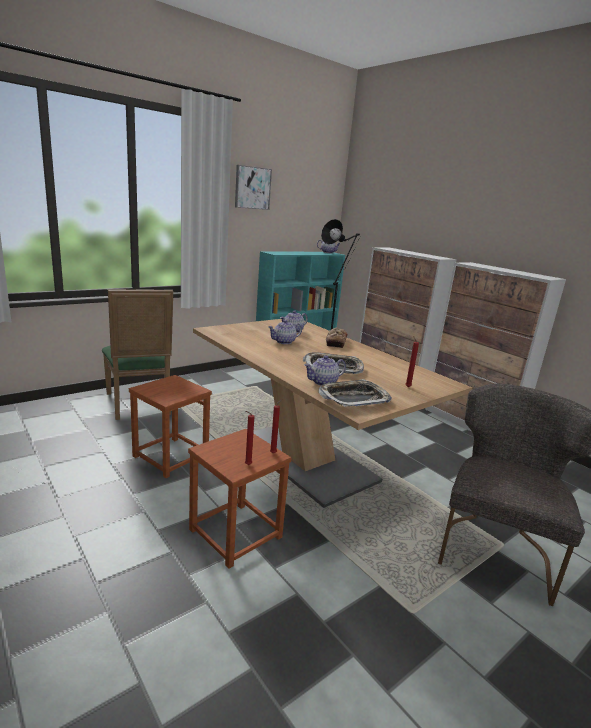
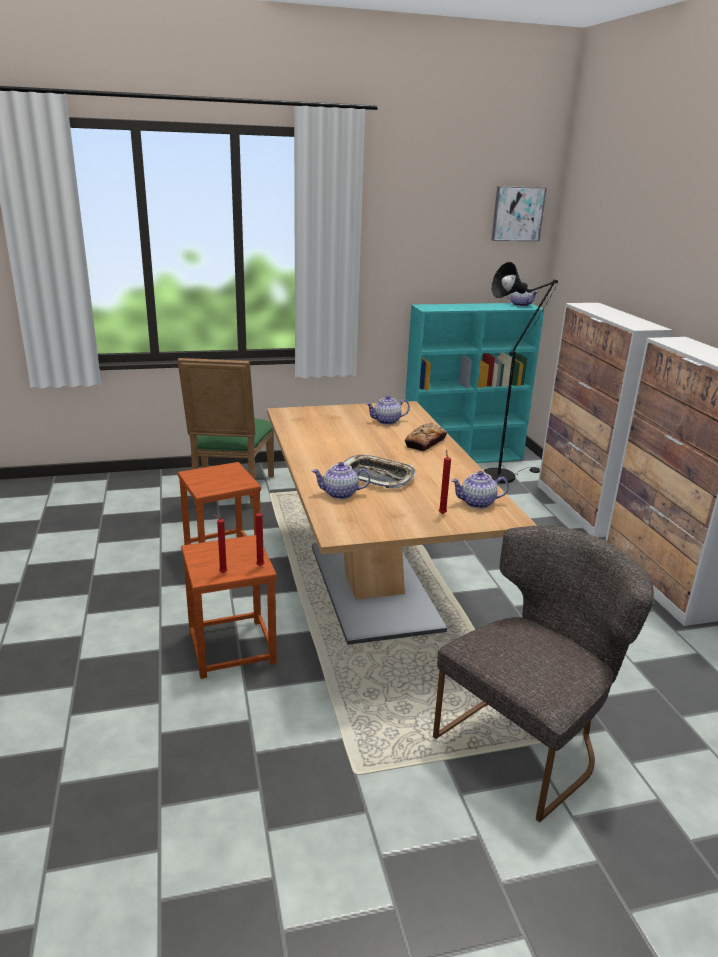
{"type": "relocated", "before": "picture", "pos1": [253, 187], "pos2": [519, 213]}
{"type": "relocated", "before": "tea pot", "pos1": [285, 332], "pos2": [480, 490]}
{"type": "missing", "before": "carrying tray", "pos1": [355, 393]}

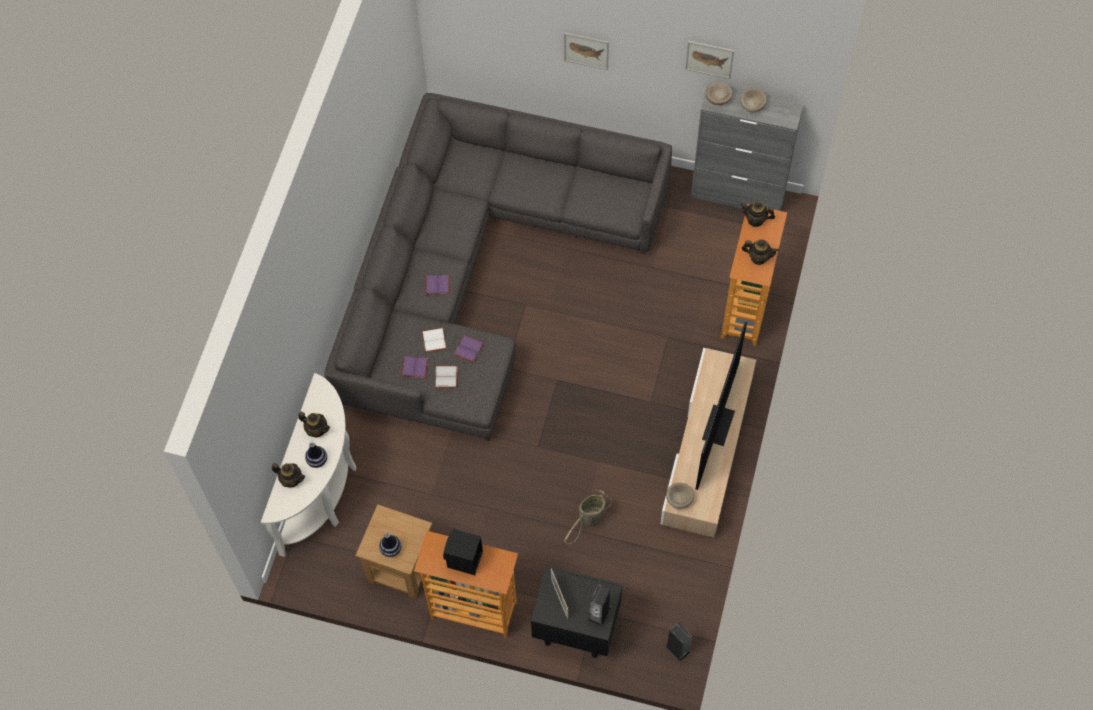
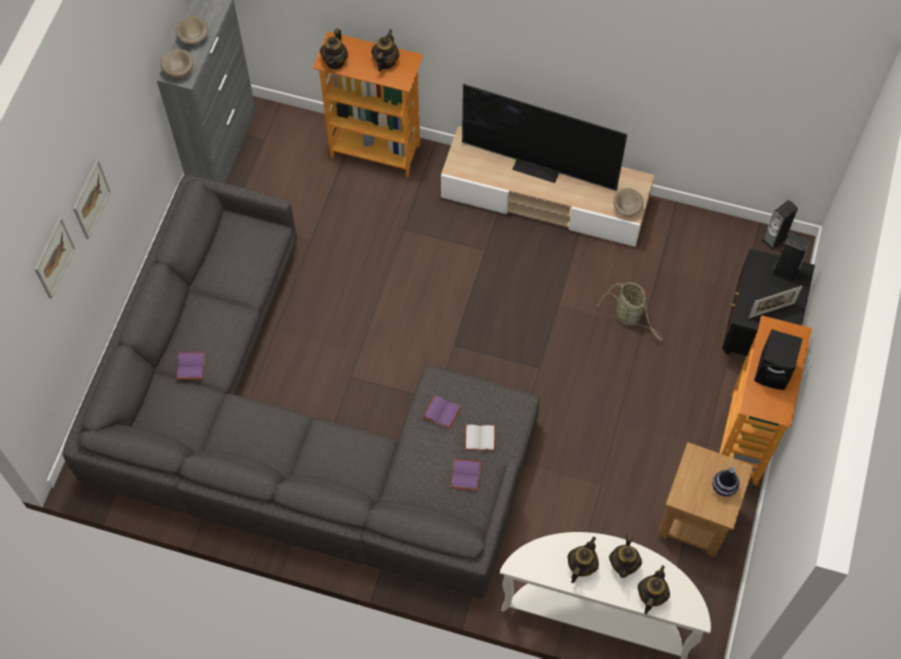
{"type": "relocated", "before": "picture", "pos1": [709, 60], "pos2": [54, 258]}
{"type": "relocated", "before": "purple-coloured book", "pos1": [437, 285], "pos2": [191, 366]}
{"type": "missing", "before": "white book", "pos1": [434, 340]}
{"type": "exchanged", "before": "decorative vase", "after": "tea pot", "pos1": [316, 455], "pos2": [625, 556]}

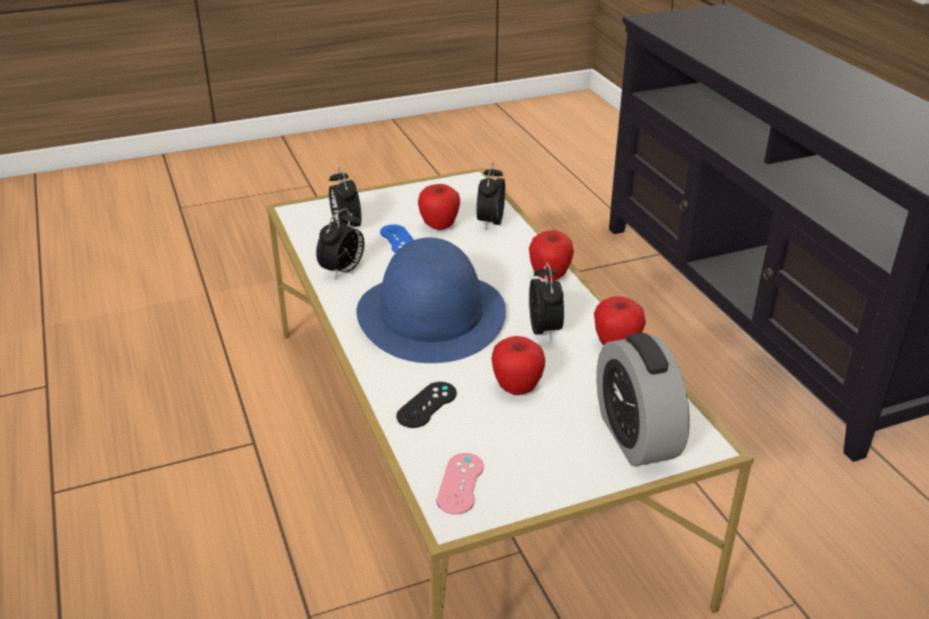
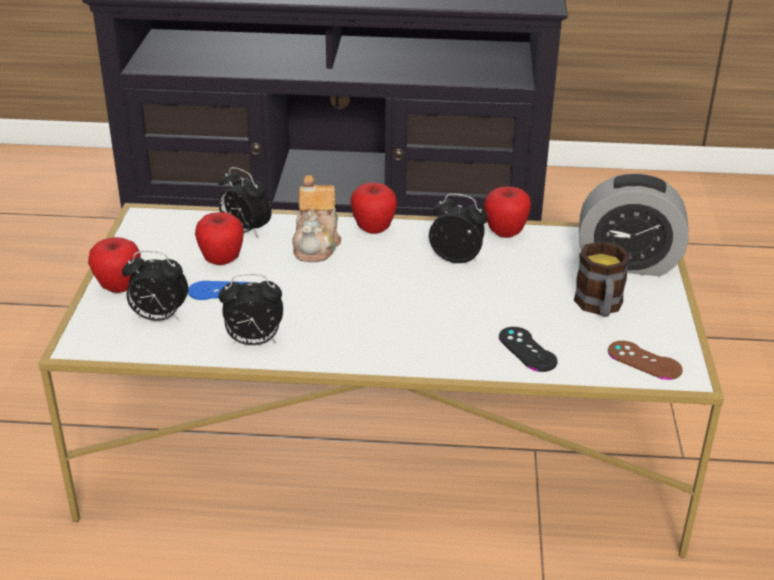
{"type": "spun", "before": "alarm clock", "pos1": [340, 244], "pos2": [251, 309], "turn": 120}
{"type": "missing", "before": "bluish hat", "pos1": [431, 300]}
{"type": "relocated", "before": "whole apple", "pos1": [518, 365], "pos2": [114, 265]}
{"type": "colour", "before": "pinkish joypad", "after": "brownish joypad", "pos1": [460, 484], "pos2": [645, 360]}
{"type": "appeared", "after": "tea pot", "pos2": [317, 218]}
{"type": "appeared", "after": "mug", "pos2": [602, 279]}

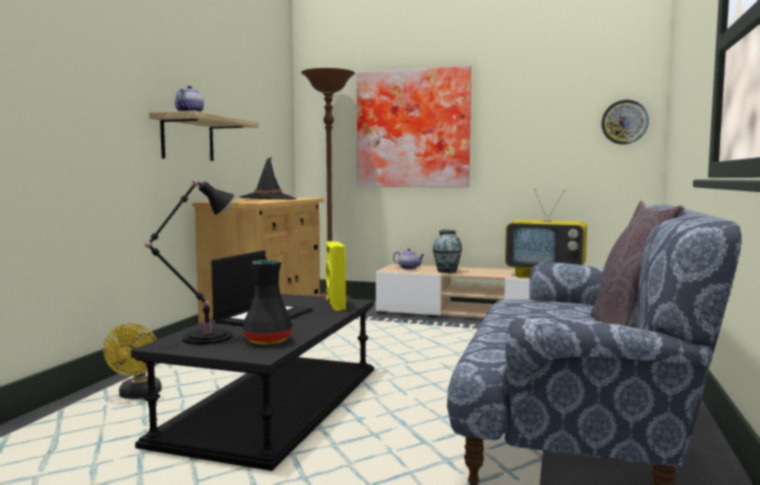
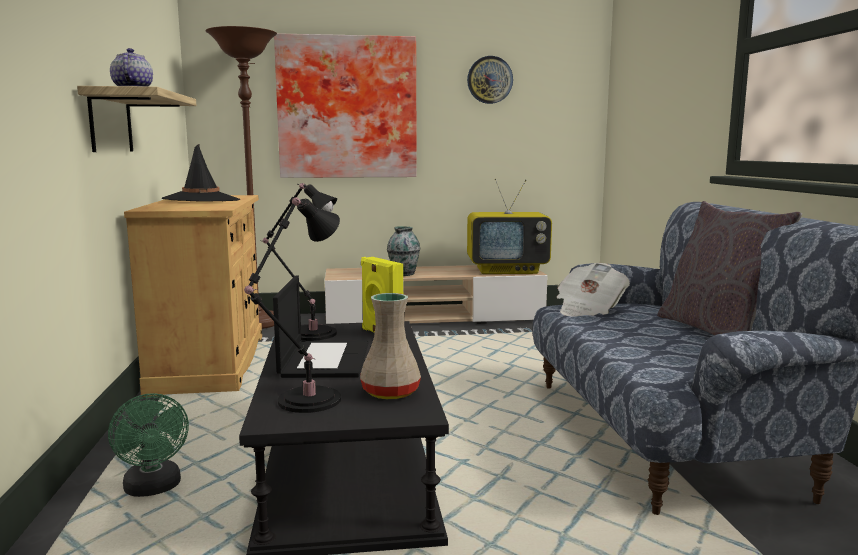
{"type": "relocated", "before": "wall clock", "pos1": [625, 122], "pos2": [490, 80]}
{"type": "missing", "before": "tea pot", "pos1": [409, 258]}
{"type": "colour", "before": "black decorative vase", "after": "beige decorative vase", "pos1": [267, 302], "pos2": [390, 346]}
{"type": "colour", "before": "yellow-coloured cooling fan", "after": "green cooling fan", "pos1": [132, 361], "pos2": [148, 445]}
{"type": "appeared", "after": "black lamp for a table", "pos2": [300, 262]}
{"type": "appeared", "after": "newspaper", "pos2": [593, 290]}

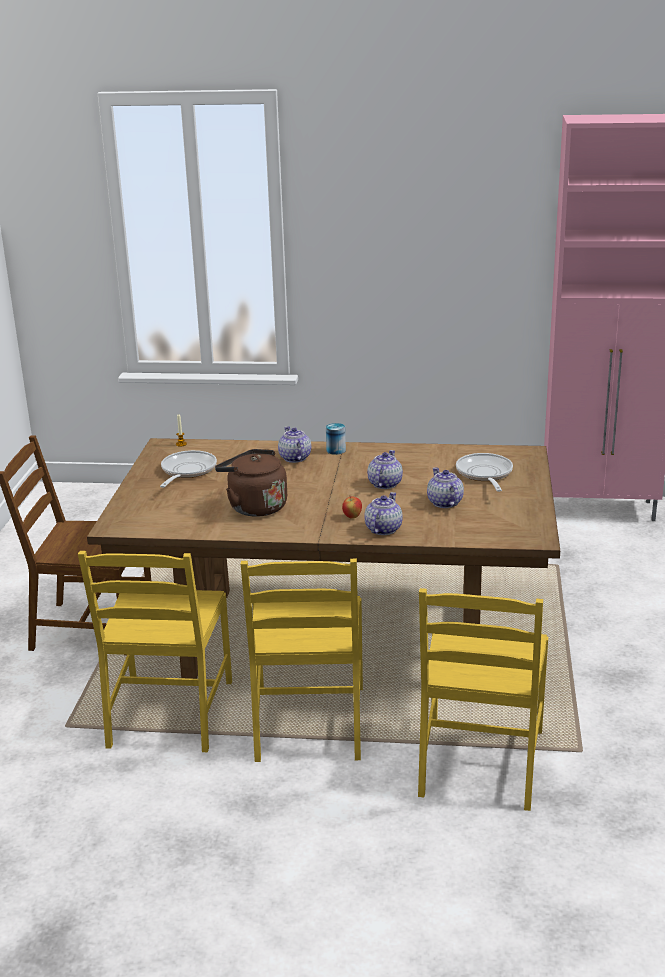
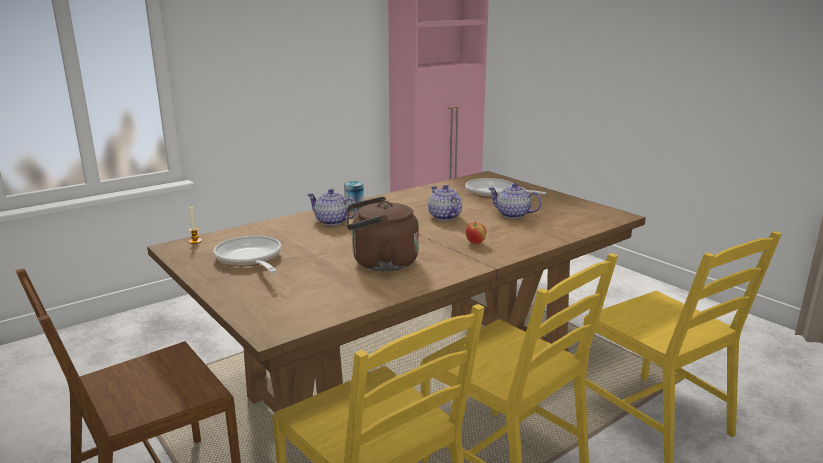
{"type": "missing", "before": "tea pot", "pos1": [383, 513]}

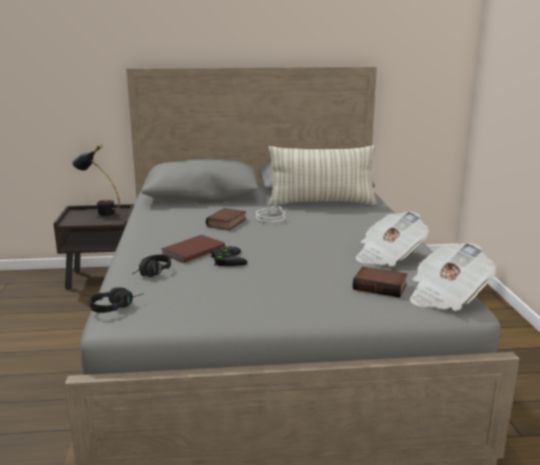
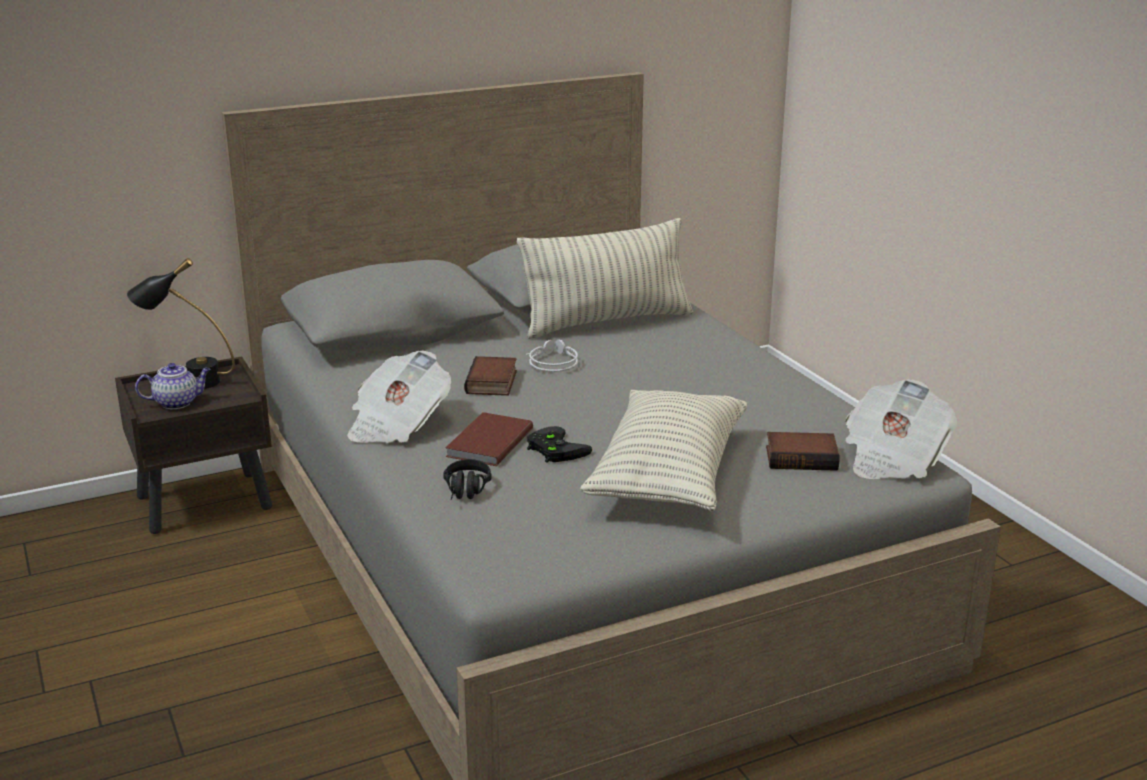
{"type": "relocated", "before": "newspaper", "pos1": [392, 238], "pos2": [399, 397]}
{"type": "missing", "before": "black pair of headphones", "pos1": [117, 300]}
{"type": "appeared", "after": "tea pot", "pos2": [173, 386]}
{"type": "appeared", "after": "cushion", "pos2": [663, 450]}

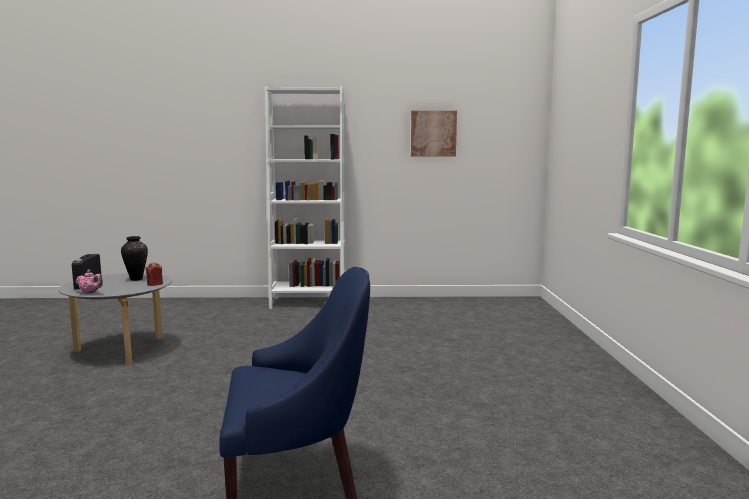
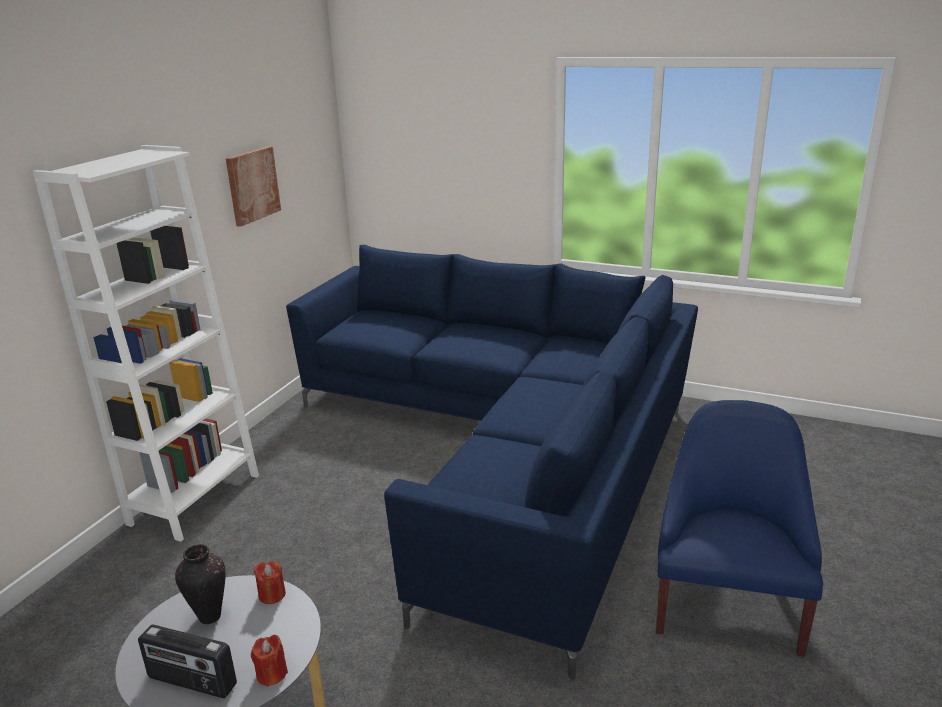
{"type": "exchanged", "before": "pinkish tea pot", "after": "red wax light", "pos1": [89, 281], "pos2": [269, 661]}
{"type": "appeared", "after": "bluish settee", "pos2": [492, 462]}

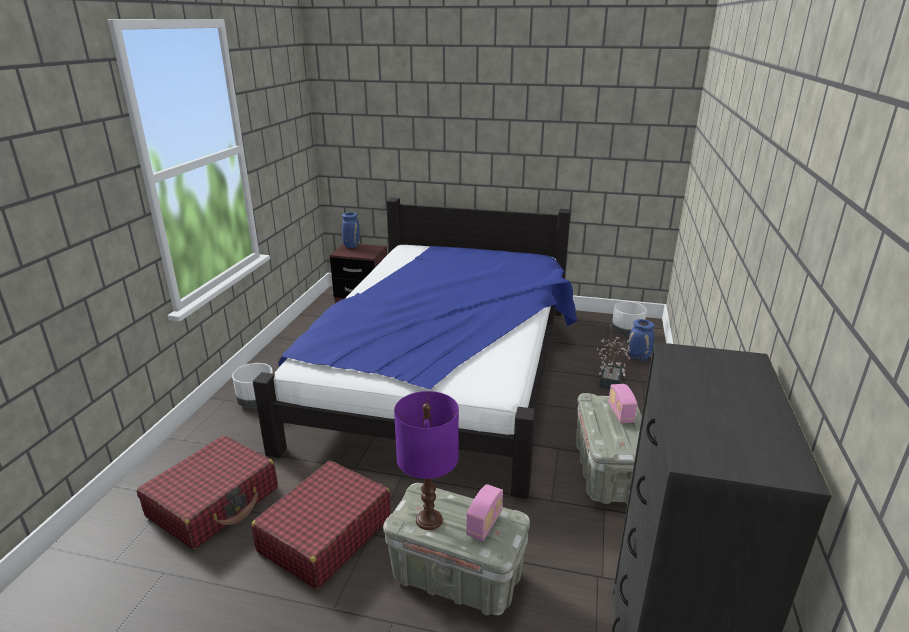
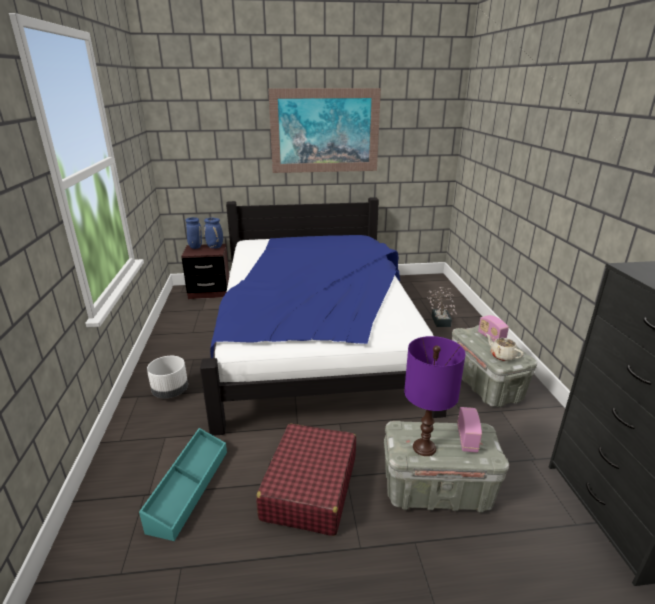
{"type": "missing", "before": "white planter", "pos1": [629, 319]}
{"type": "relocated", "before": "bluish decorative vase", "pos1": [641, 340], "pos2": [213, 233]}
{"type": "exchanged", "before": "red suitcase", "after": "turquoise-coloured storage box", "pos1": [207, 492], "pos2": [183, 484]}
{"type": "appeared", "after": "picture", "pos2": [324, 130]}
{"type": "appeared", "after": "beige tea pot", "pos2": [505, 347]}

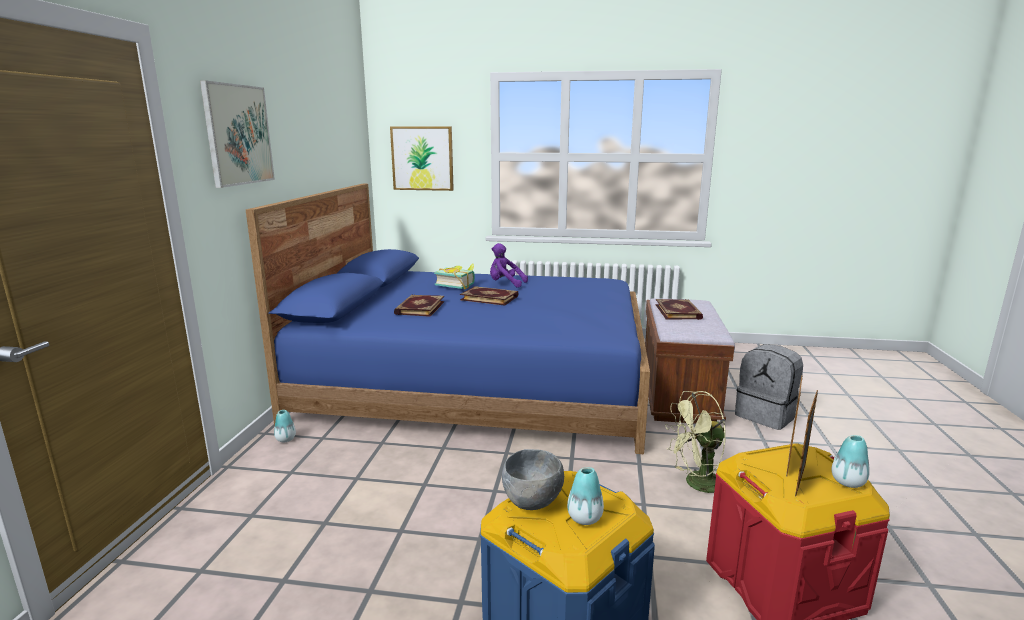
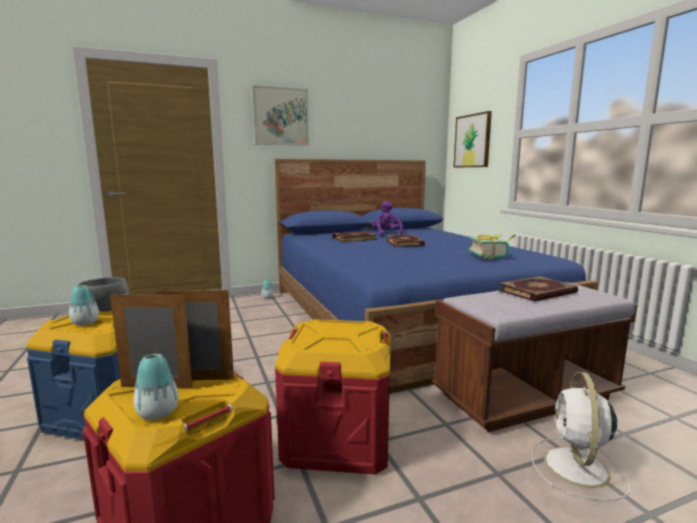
{"type": "relocated", "before": "purple-coloured cuddly toy", "pos1": [509, 265], "pos2": [387, 218]}
{"type": "relocated", "before": "book", "pos1": [454, 276], "pos2": [492, 247]}
{"type": "exchanged", "before": "greyish rucksack", "after": "white cooling fan", "pos1": [769, 387], "pos2": [580, 436]}
{"type": "exchanged", "before": "green cooling fan", "after": "red storage box", "pos1": [695, 442], "pos2": [333, 397]}

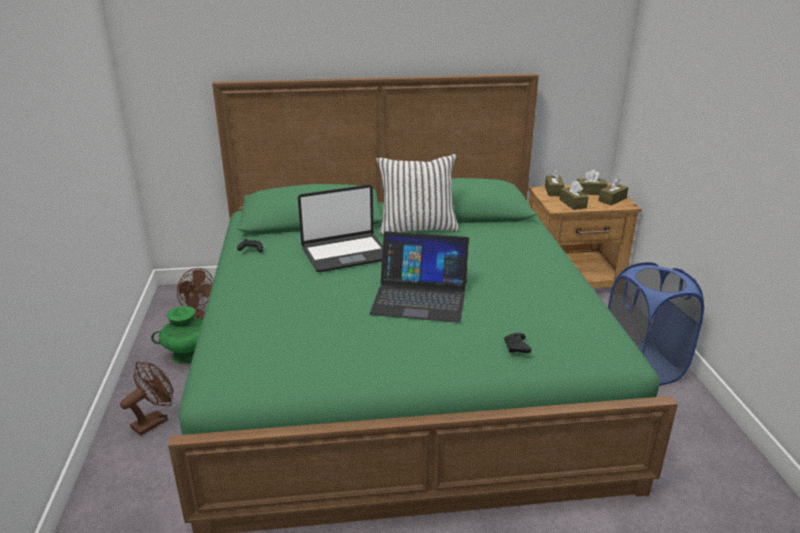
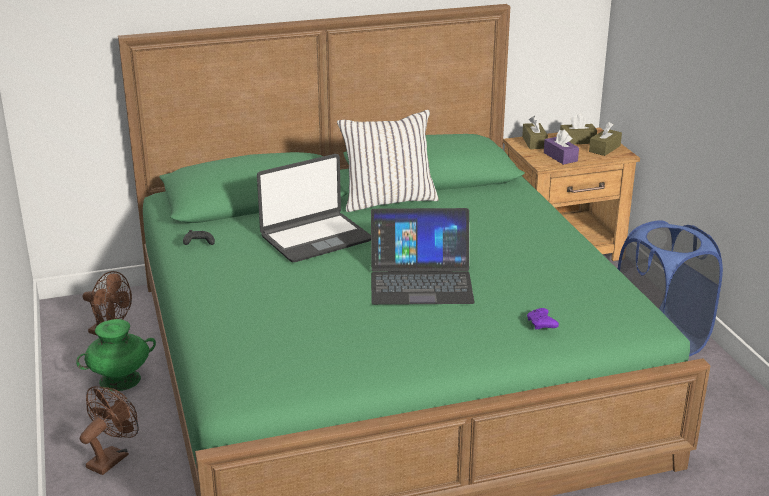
{"type": "colour", "before": "brownish tissue holder", "after": "purple-coloured tissue holder", "pos1": [573, 195], "pos2": [561, 147]}
{"type": "colour", "before": "black joypad", "after": "purple-coloured joypad", "pos1": [518, 343], "pos2": [543, 318]}

